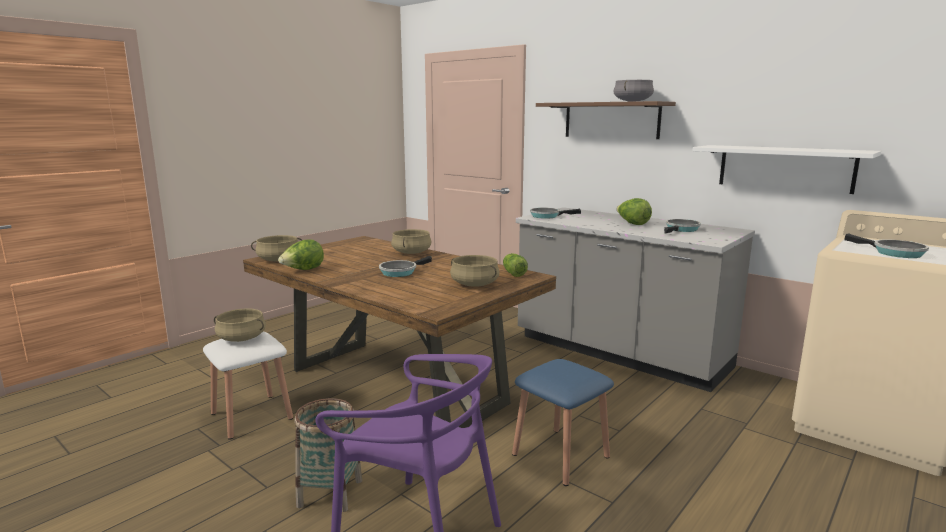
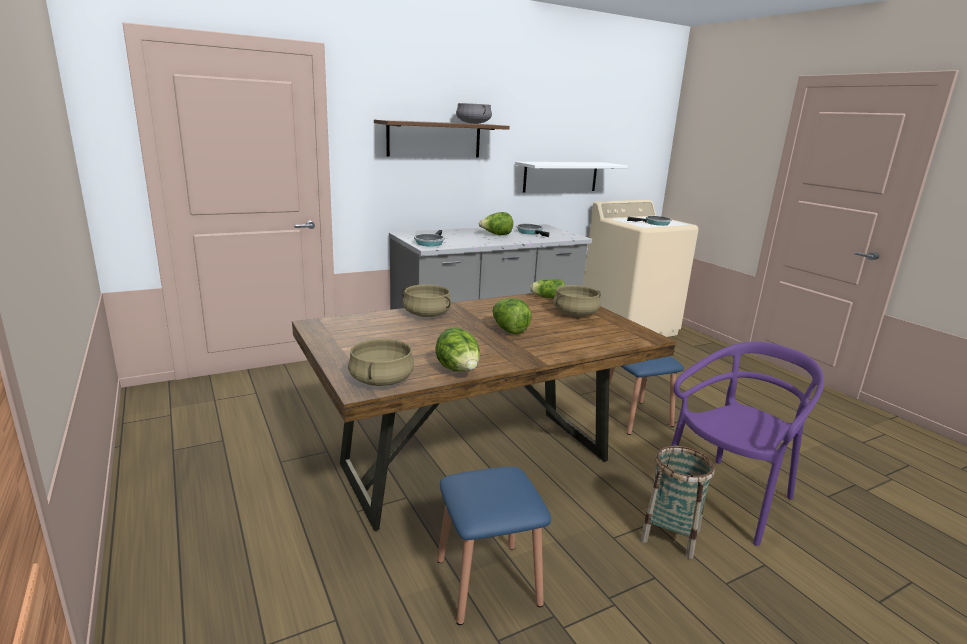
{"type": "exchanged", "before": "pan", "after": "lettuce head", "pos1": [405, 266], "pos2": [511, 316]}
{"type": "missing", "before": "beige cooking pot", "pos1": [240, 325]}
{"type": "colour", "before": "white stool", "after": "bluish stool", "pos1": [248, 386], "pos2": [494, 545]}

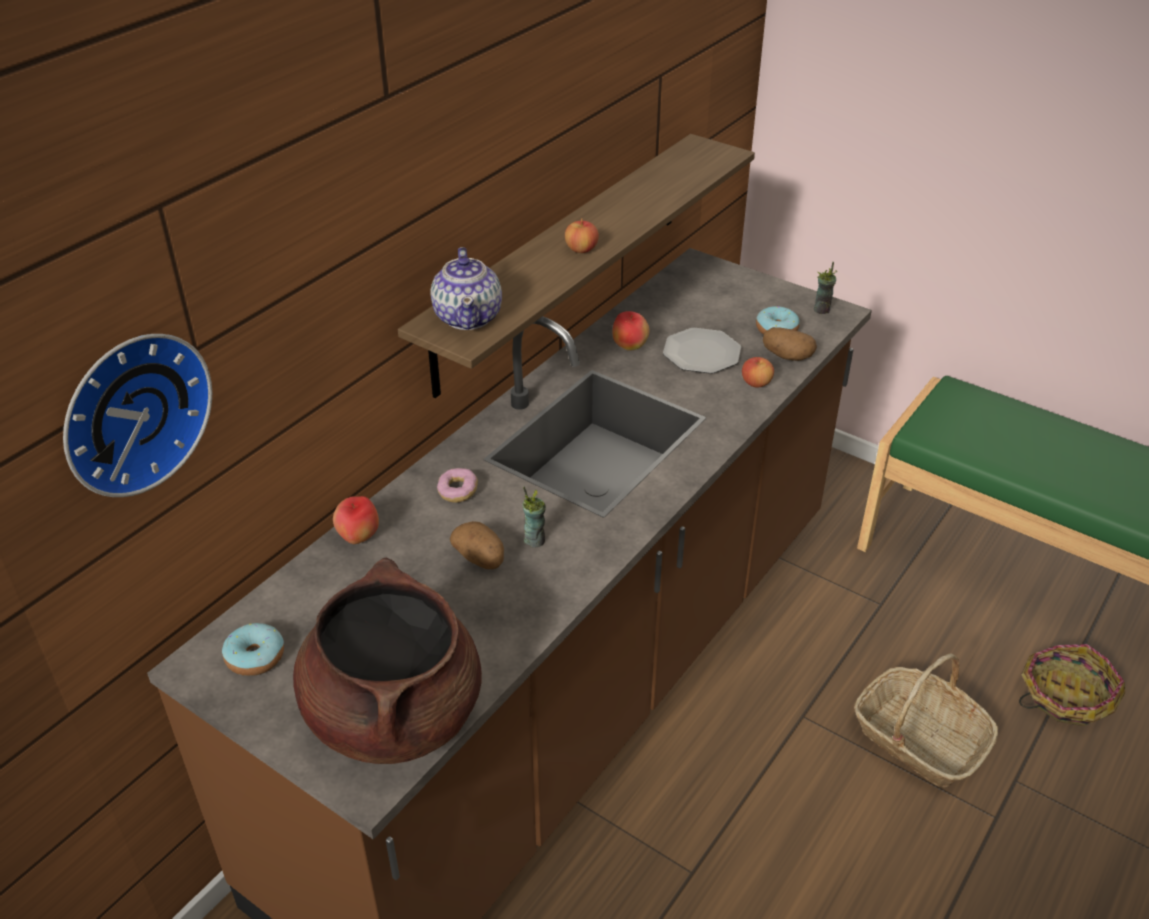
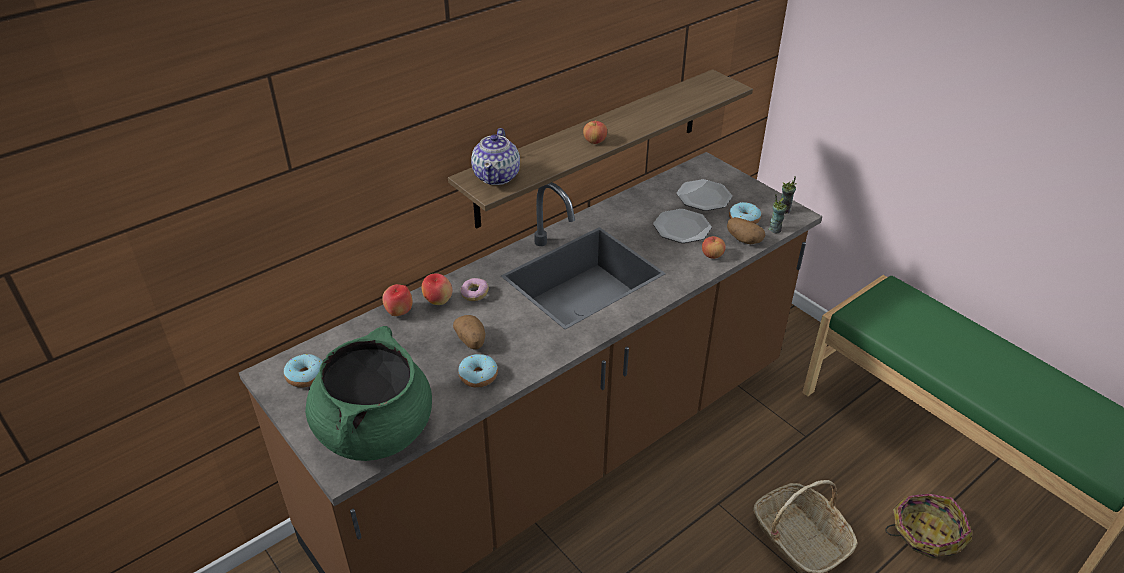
{"type": "relocated", "before": "whole apple", "pos1": [631, 331], "pos2": [437, 289]}
{"type": "missing", "before": "wall clock", "pos1": [137, 415]}
{"type": "relocated", "before": "small cup", "pos1": [534, 517], "pos2": [777, 213]}
{"type": "colour", "before": "brownish cooking pot", "after": "green cooking pot", "pos1": [387, 661], "pos2": [368, 393]}
{"type": "appeared", "after": "plate", "pos2": [704, 195]}
{"type": "appeared", "after": "ring doughnut", "pos2": [478, 371]}

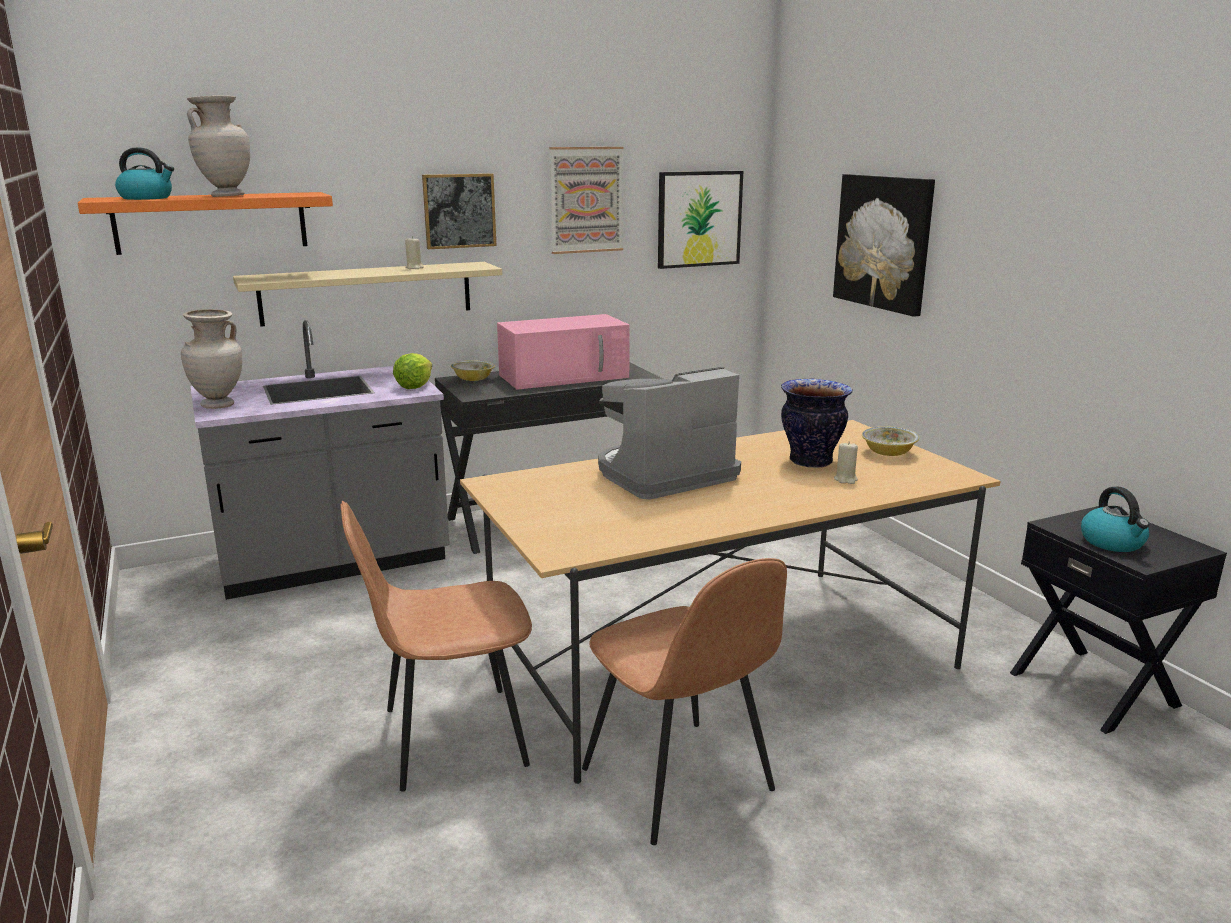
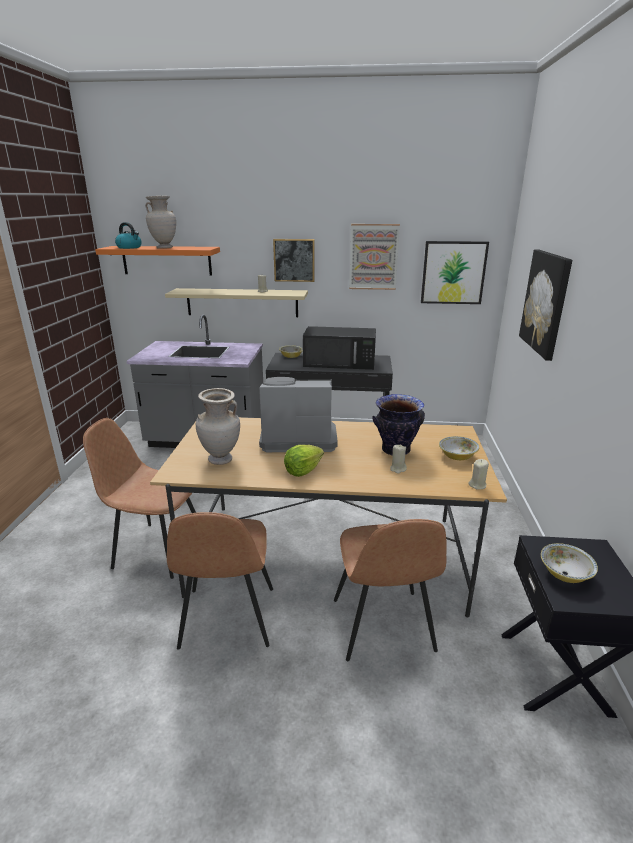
{"type": "relocated", "before": "beige decorative vase", "pos1": [211, 359], "pos2": [218, 426]}
{"type": "colour", "before": "pinkish microwave", "after": "black microwave", "pos1": [563, 352], "pos2": [339, 348]}
{"type": "relocated", "before": "lettuce head", "pos1": [412, 371], "pos2": [304, 461]}
{"type": "exchanged", "before": "water kettle", "after": "serving bowl", "pos1": [1115, 519], "pos2": [569, 563]}
{"type": "appeared", "after": "beige wax light", "pos2": [478, 474]}
{"type": "appeared", "after": "brownish plain chair", "pos2": [390, 590]}

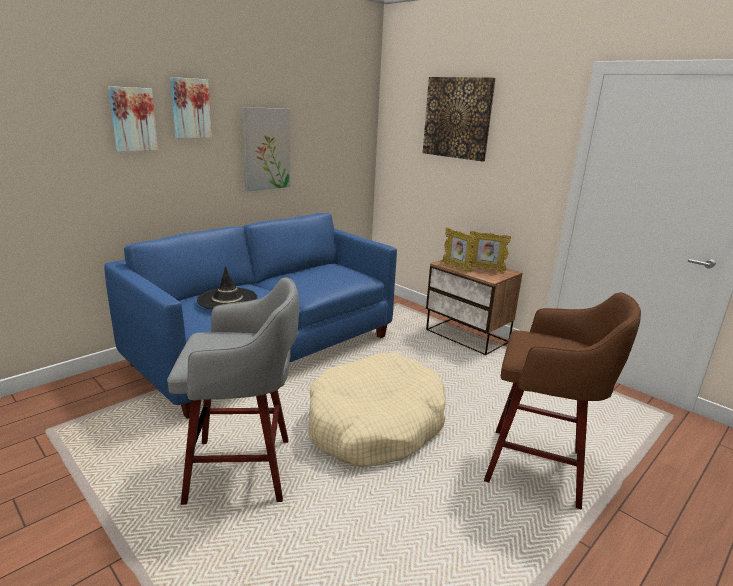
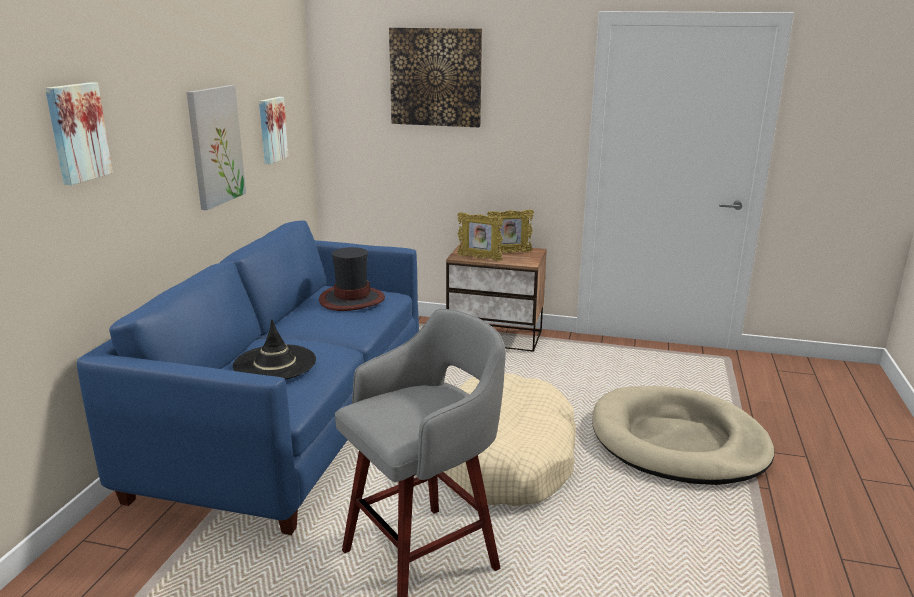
{"type": "relocated", "before": "picture", "pos1": [191, 107], "pos2": [274, 130]}
{"type": "exchanged", "before": "brownish stool", "after": "beige dog cushion", "pos1": [562, 400], "pos2": [683, 435]}
{"type": "appeared", "after": "hat", "pos2": [352, 279]}

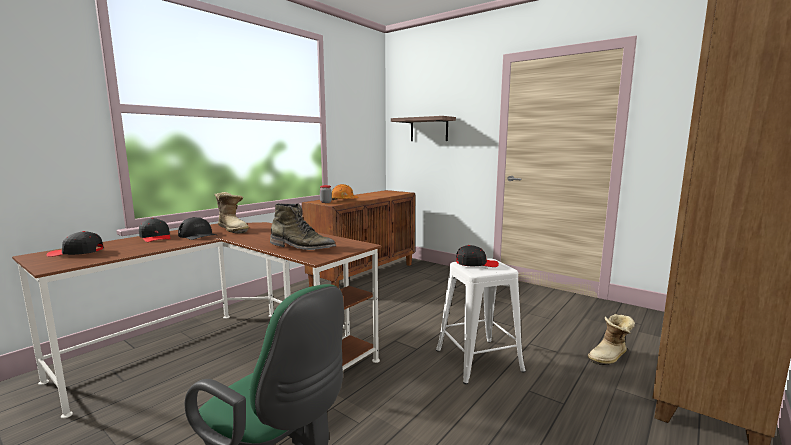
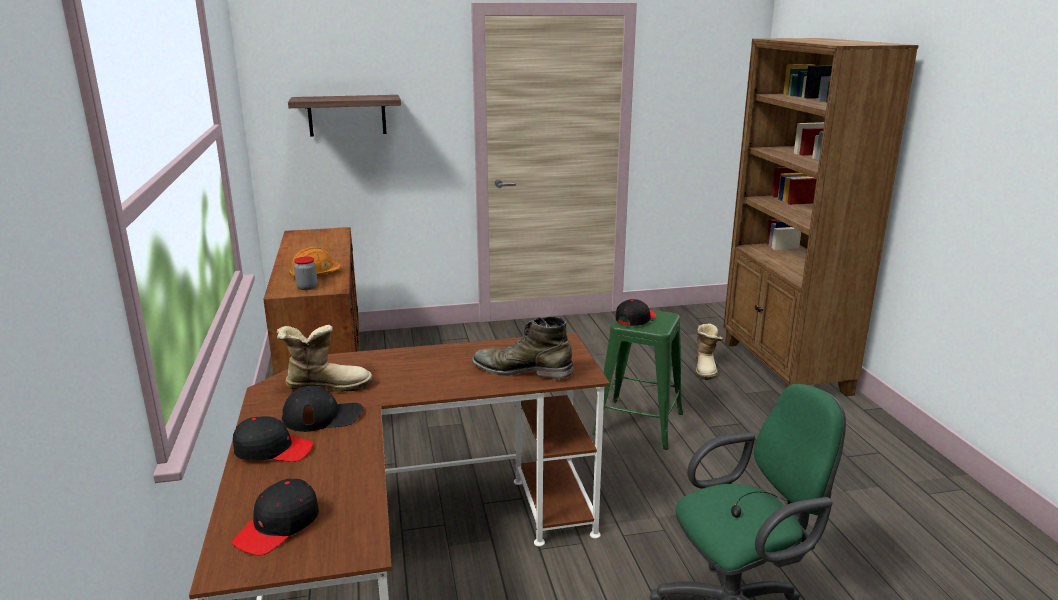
{"type": "spun", "before": "green tall boot", "pos1": [303, 226], "pos2": [523, 347], "turn": -135}
{"type": "colour", "before": "white stool", "after": "green stool", "pos1": [480, 321], "pos2": [637, 380]}

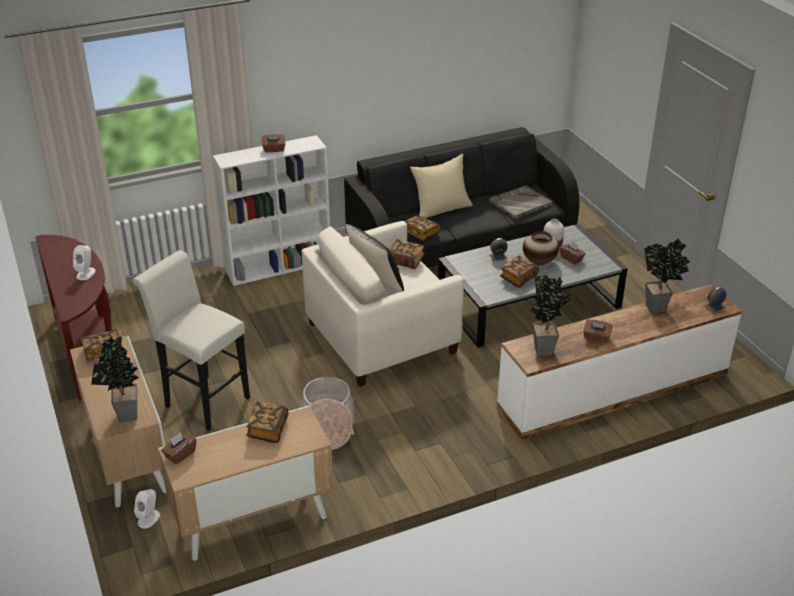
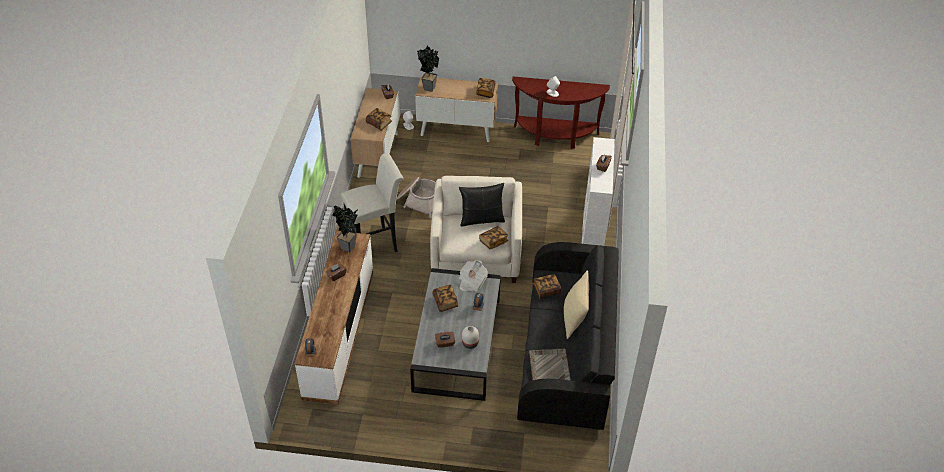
{"type": "missing", "before": "decorative vase", "pos1": [541, 248]}
{"type": "missing", "before": "plant in a pot", "pos1": [667, 275]}
{"type": "relocated", "before": "white stool", "pos1": [191, 340], "pos2": [372, 202]}
{"type": "appeared", "after": "newspaper", "pos2": [473, 275]}

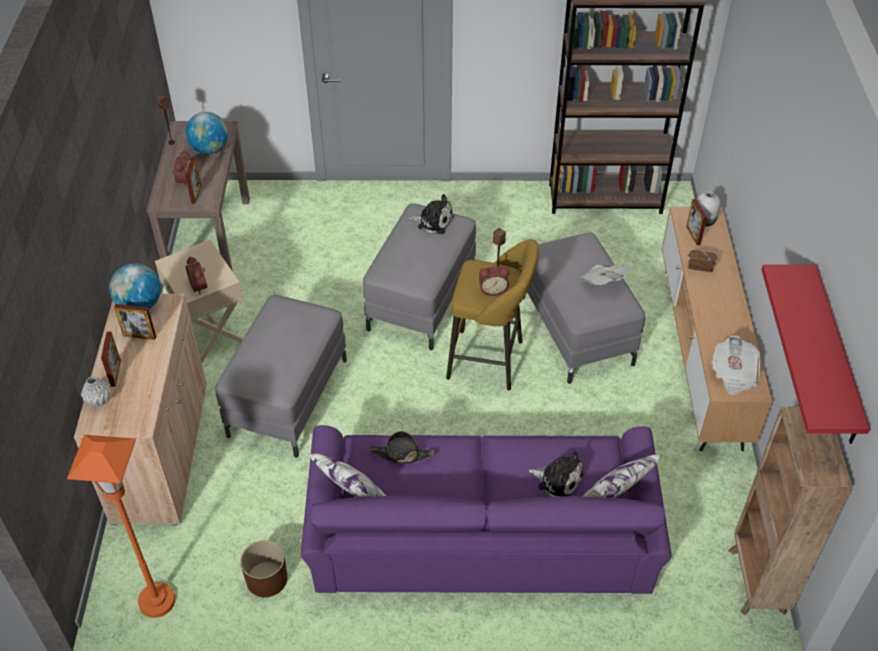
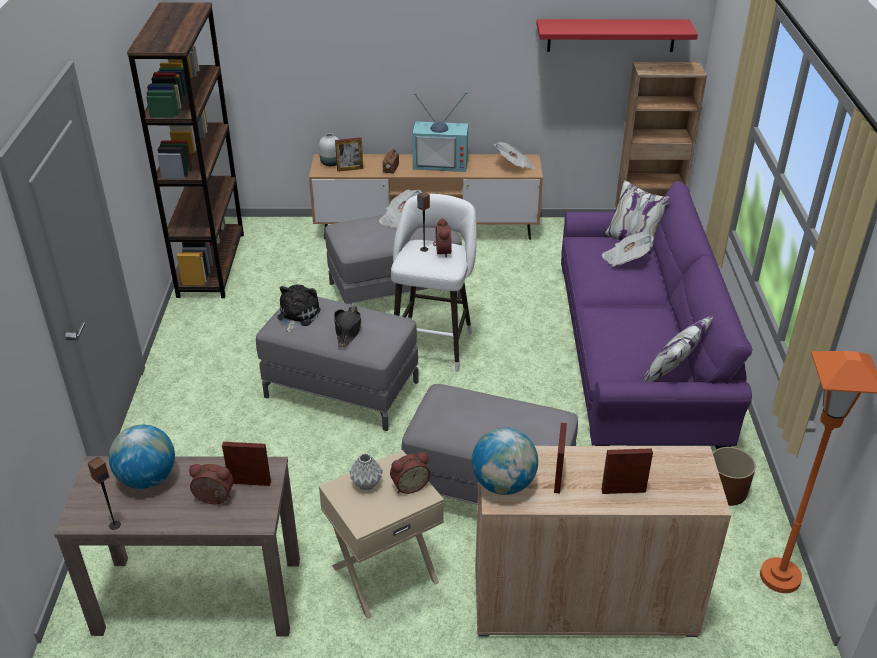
{"type": "colour", "before": "yellow-coloured stool", "after": "white stool", "pos1": [492, 315], "pos2": [434, 283]}
{"type": "relocated", "before": "greyish decorative vase", "pos1": [96, 391], "pos2": [366, 472]}
{"type": "relocated", "before": "black hat", "pos1": [402, 447], "pos2": [347, 326]}
{"type": "exchanged", "before": "cuddly toy", "after": "newspaper", "pos1": [556, 474], "pos2": [628, 249]}
{"type": "appeared", "after": "television", "pos2": [440, 131]}

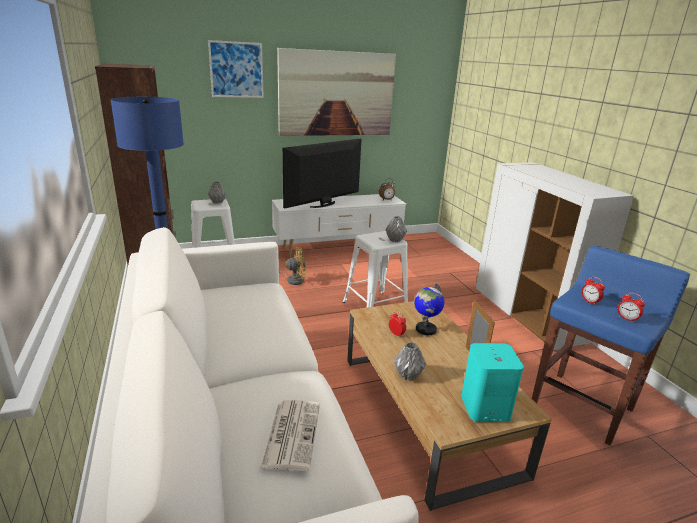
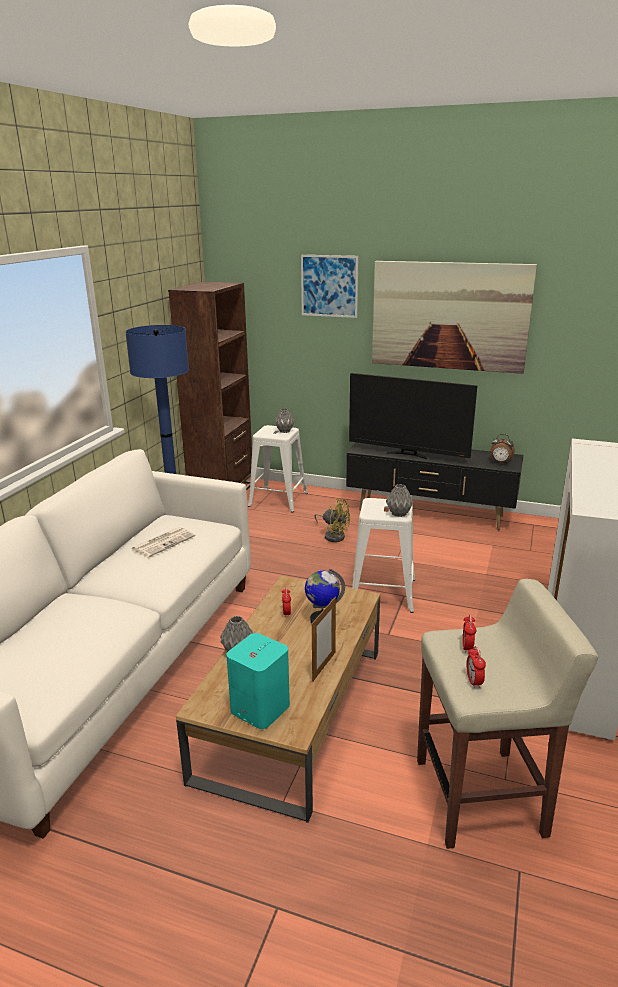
{"type": "spun", "before": "television", "pos1": [322, 174], "pos2": [413, 416], "turn": -150}
{"type": "colour", "before": "white tv stand", "after": "black tv stand", "pos1": [339, 226], "pos2": [434, 486]}
{"type": "colour", "before": "bluish stool", "after": "beige stool", "pos1": [611, 346], "pos2": [507, 714]}
{"type": "relocated", "before": "newspaper", "pos1": [290, 435], "pos2": [164, 542]}

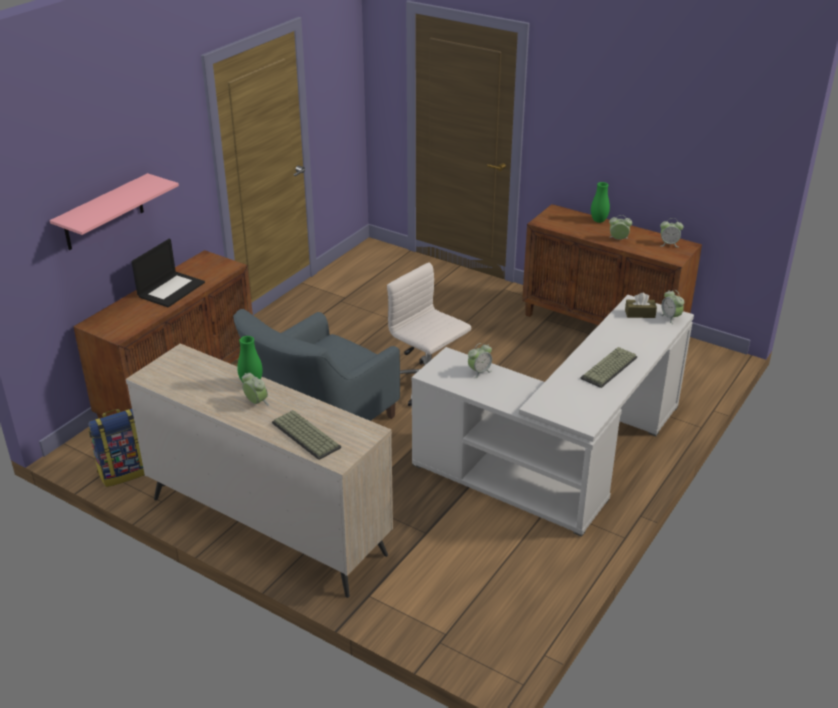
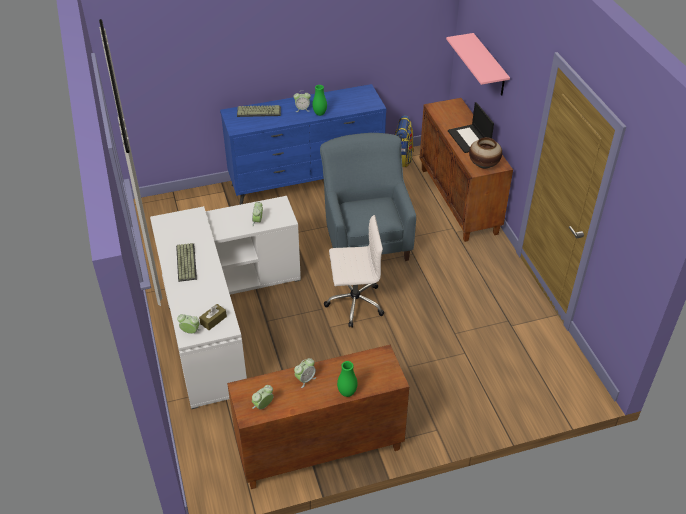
{"type": "colour", "before": "beige dresser", "after": "bluish dresser", "pos1": [259, 470], "pos2": [303, 144]}
{"type": "appeared", "after": "decorative vase", "pos2": [485, 153]}

